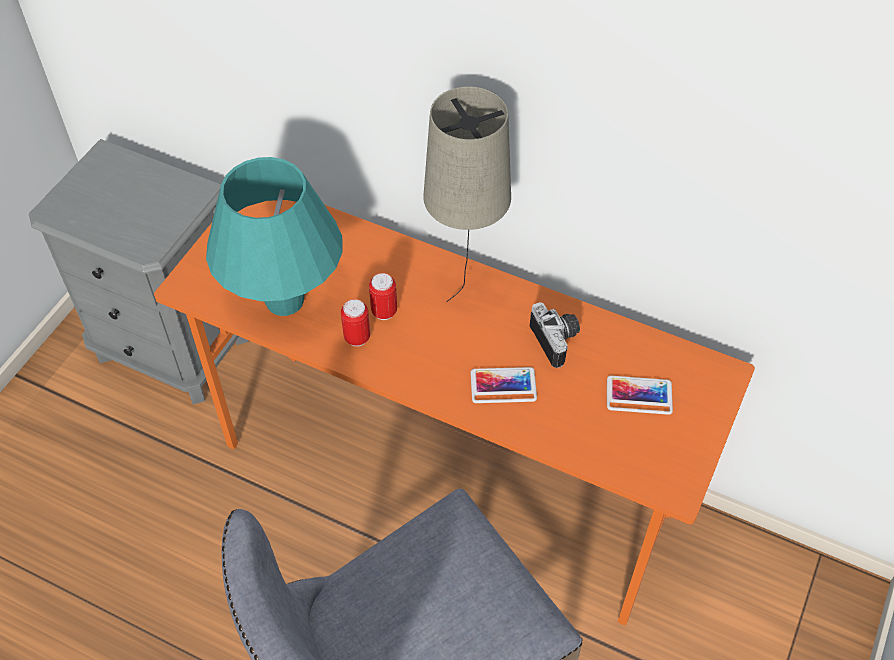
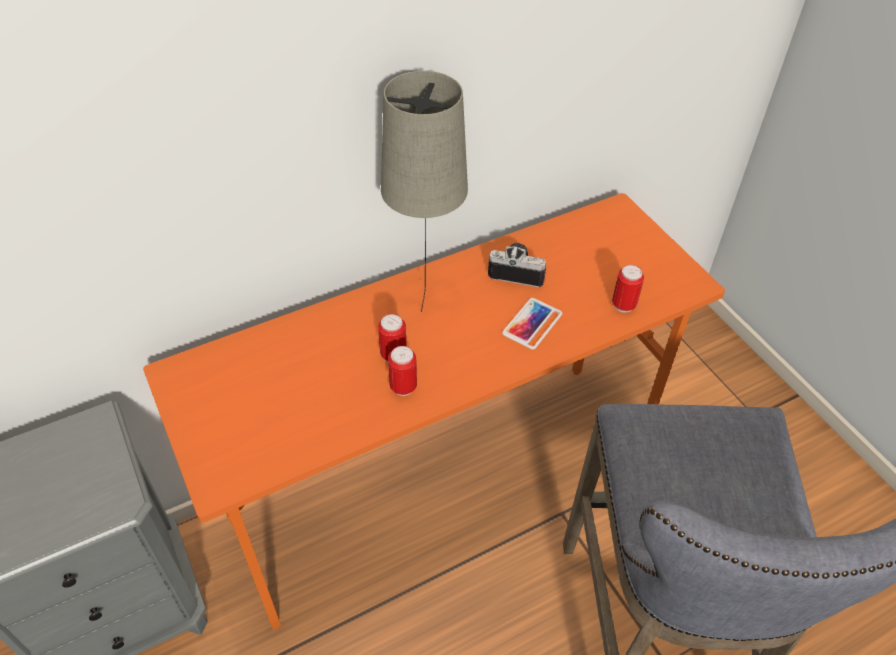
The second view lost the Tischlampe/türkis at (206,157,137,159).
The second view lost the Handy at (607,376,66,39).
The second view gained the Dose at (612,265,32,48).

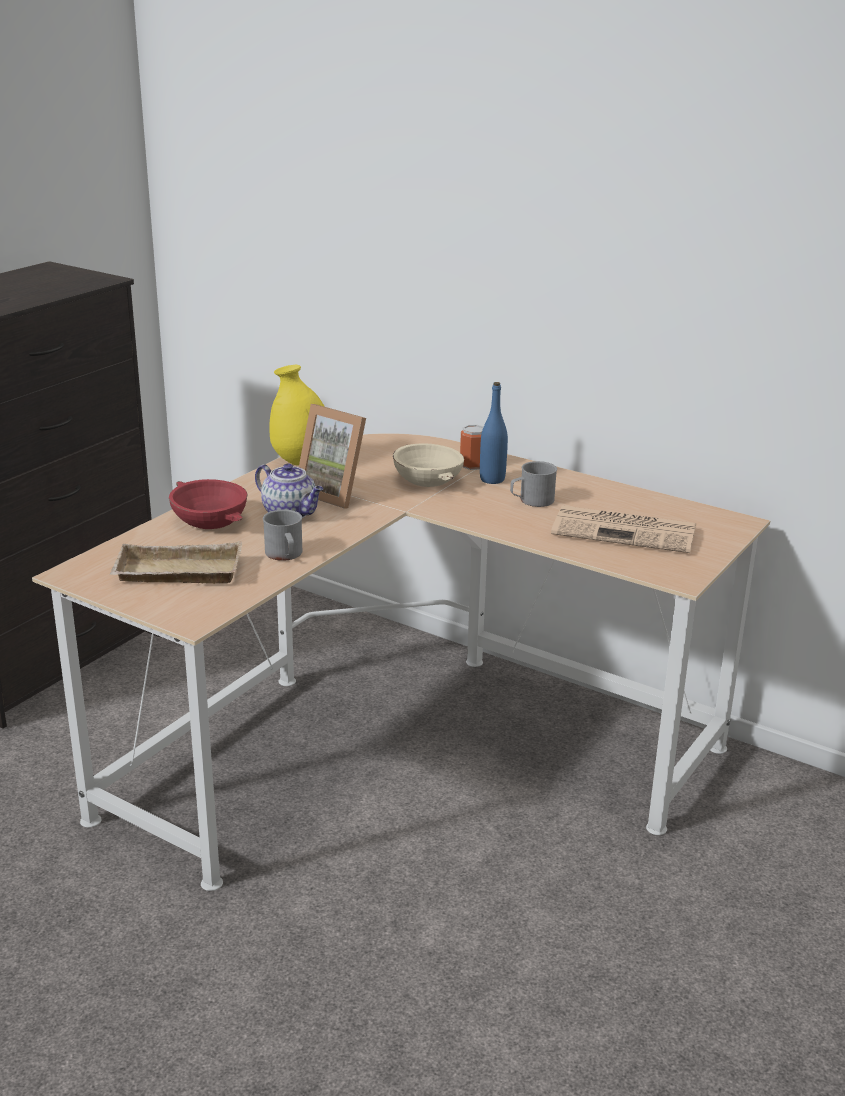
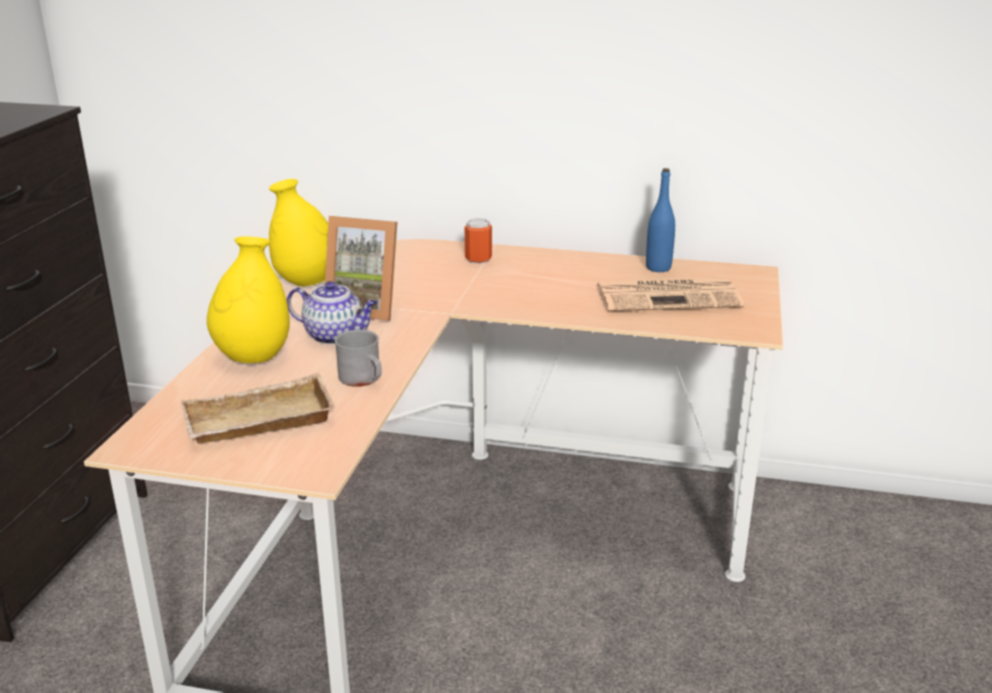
The Flasche/blau ended up elsewhere, having gone from (480,382,28,102) to (646,168,29,104).
The second view lost the Schüssel/beige at (393,444,71,43).
The second view lost the Henkelbecher/grau at (510,461,47,46).
Where the Schüssel/rot stood at (169,479,78,50), the Vase/gelb came to stand at (207,236,83,127).

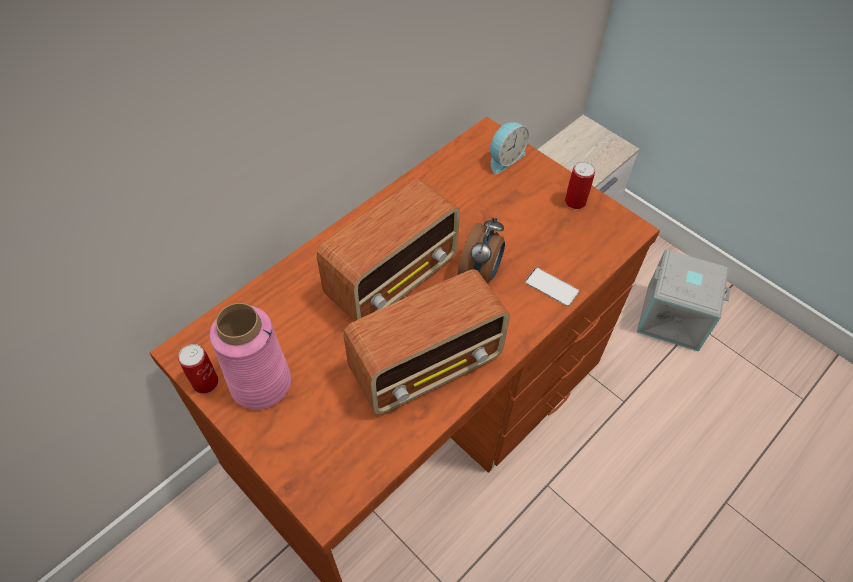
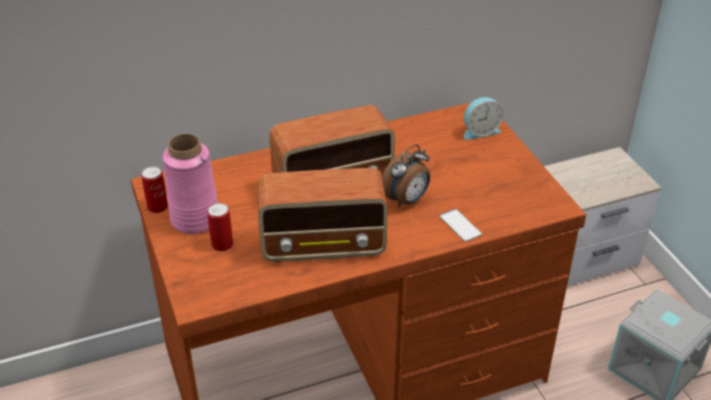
The Dose ended up elsewhere, having gone from (565,162,30,47) to (207,203,26,48).

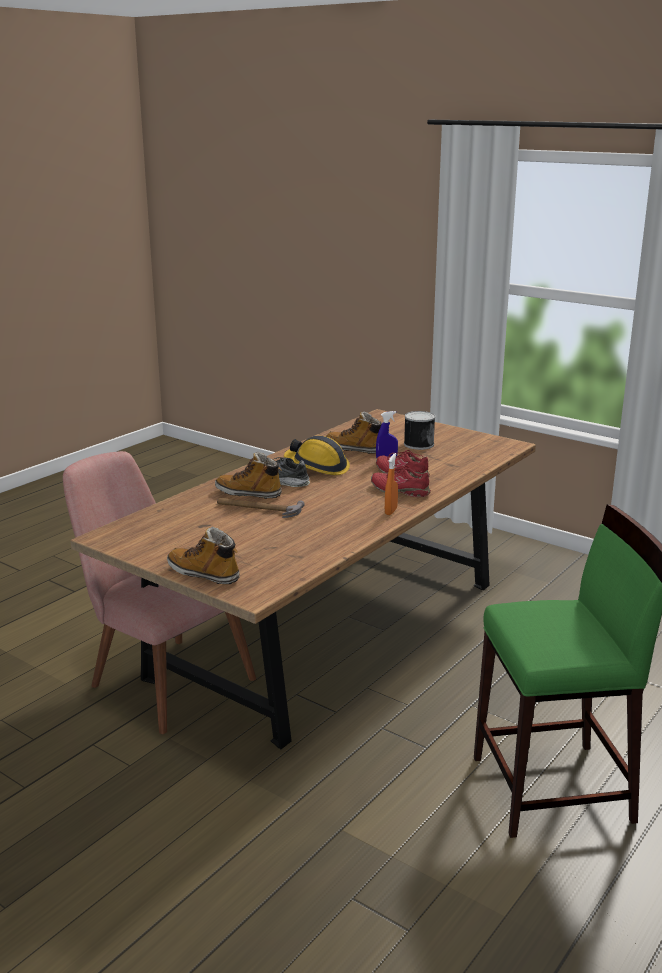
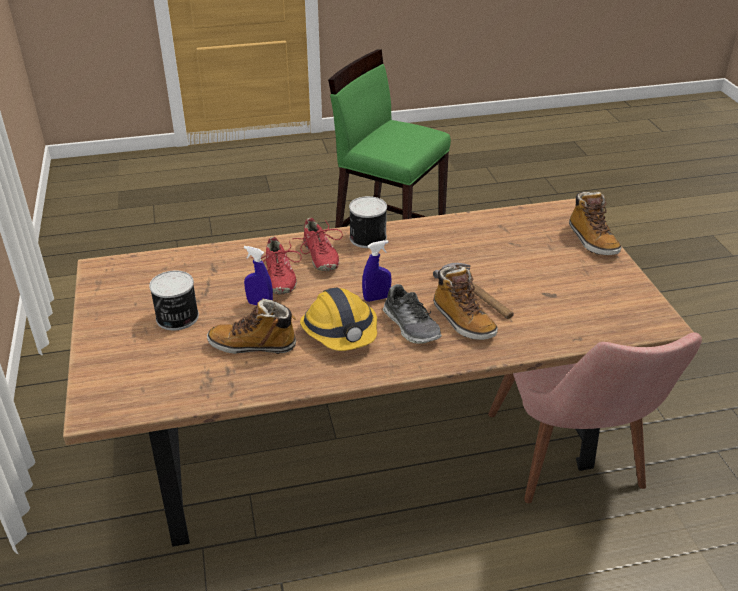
The Stiefel at (326,411,56,43) ended up facing another way, 120 degrees clockwise from before.
Where the Sprühflasche/orange stood at (385,453,13,62), the Dose came to stand at (349,196,38,52).
The second view gained the Sprühflasche/blau at (362,240,29,62).

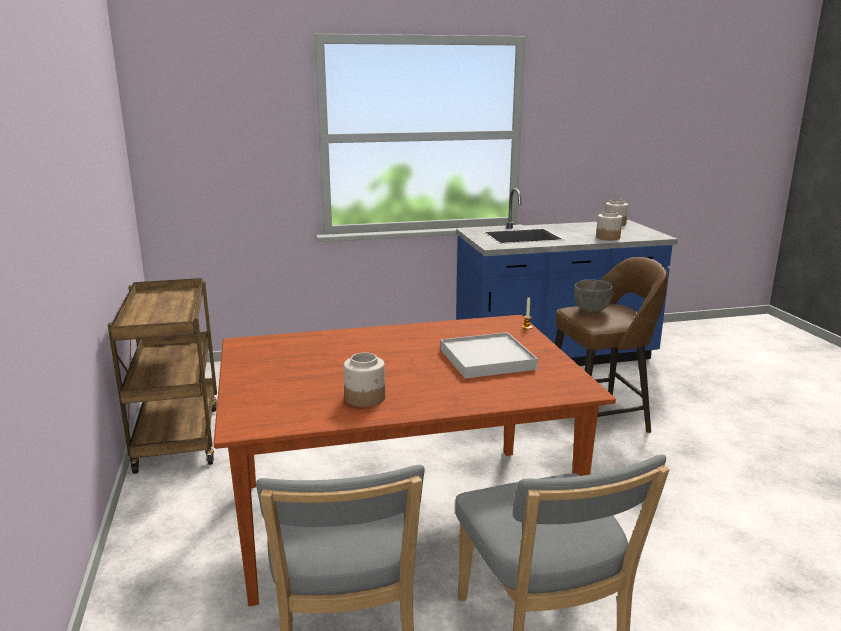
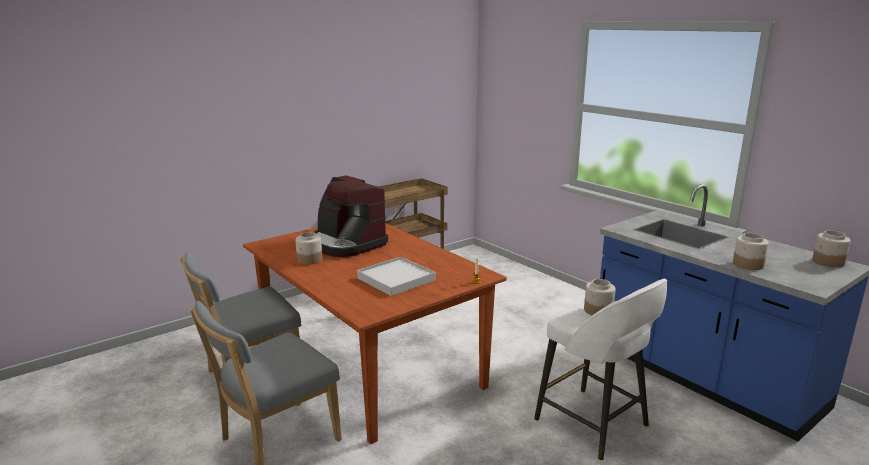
What was the Hocker/braun at (555,257,113,176) turned into the Hocker/weiß at (534,279,133,181).
Where the Schüssel/grau stood at (574,279,39,33), the Vorratsglas came to stand at (584,279,32,36).
The second view gained the Kaffeemaschine at (314,175,74,82).

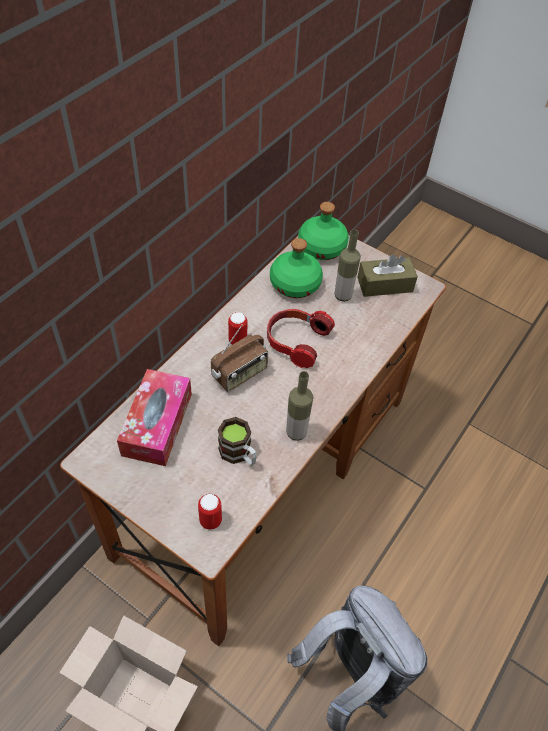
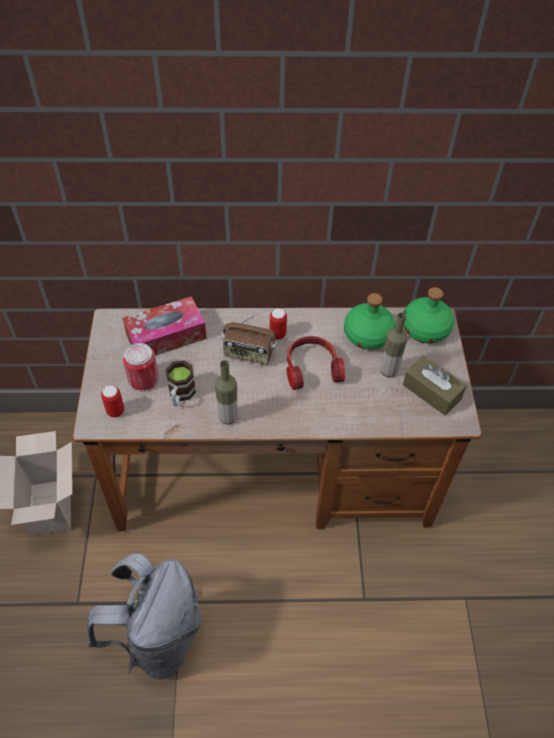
The second view gained the Dose at (123,343,36,49).

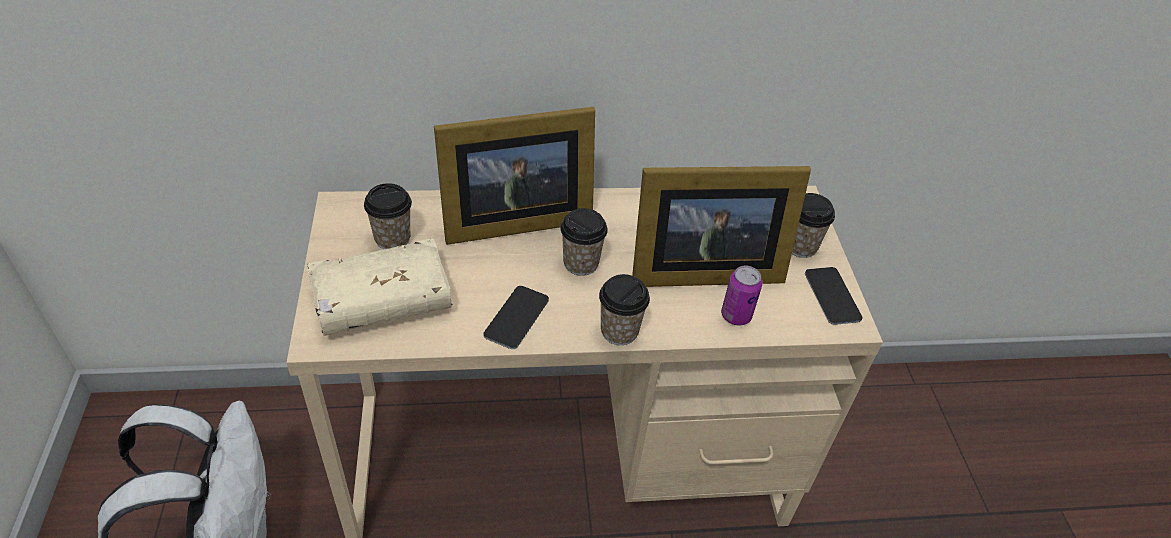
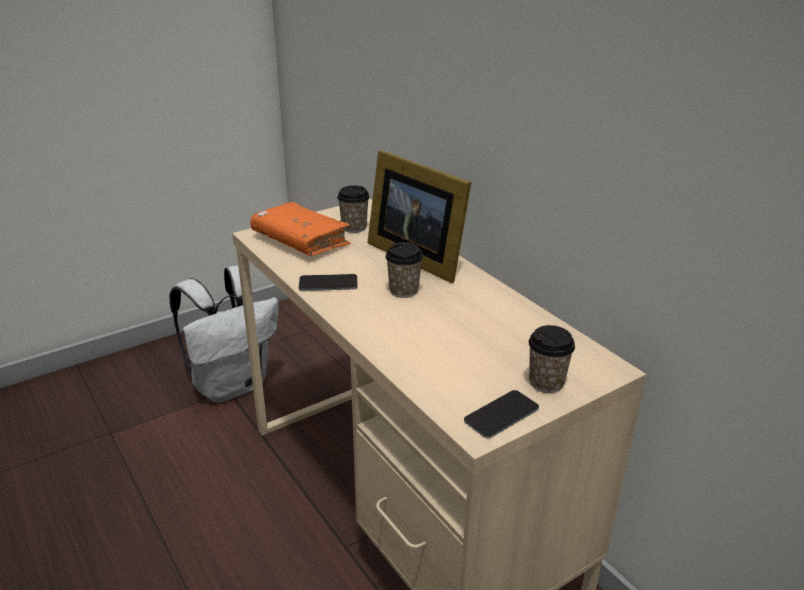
The second view lost the Bilderrahmen at (632,166,179,121).
What was the Buch/beige at (307,238,146,98) turned into the Buch/orange at (250,202,100,54).
The second view lost the Dose at (721,266,42,59).
The second view lost the Tasse at (599,274,51,71).

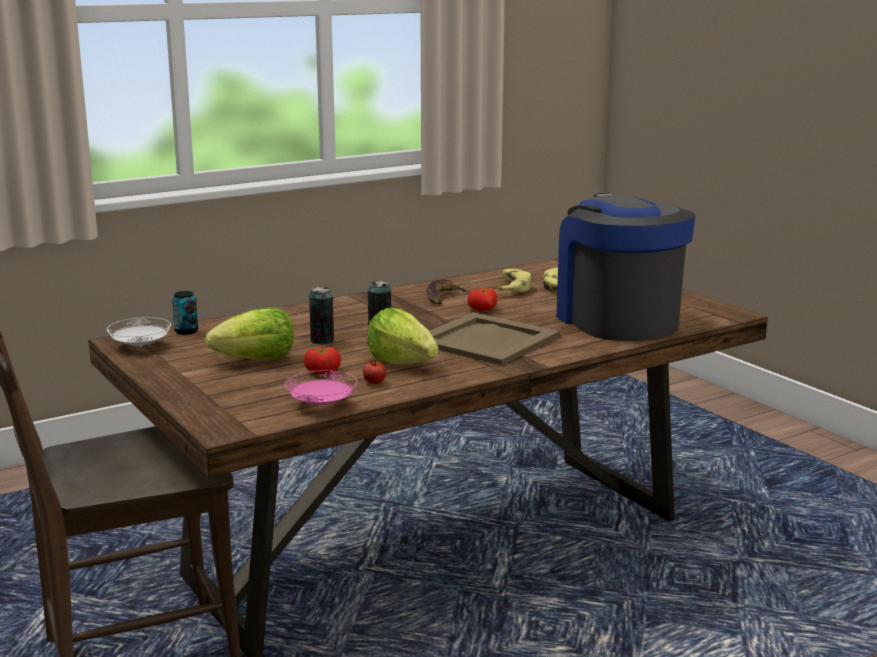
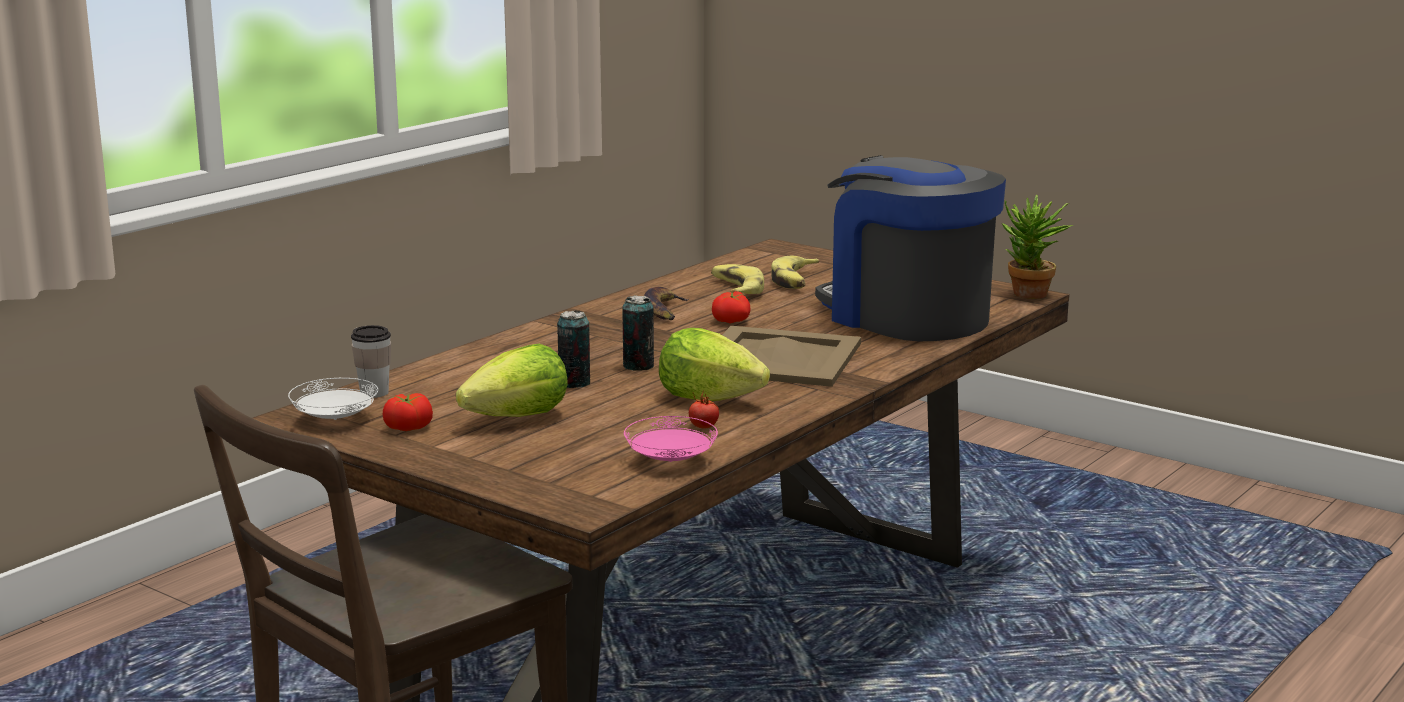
Where the Dose stood at (172,291,26,44), the Tasse came to stand at (351,325,40,73).
The Tomate ended up elsewhere, having gone from (304,347,37,27) to (383,393,50,38).
The second view gained the Topfpflanze at (1002,195,71,104).

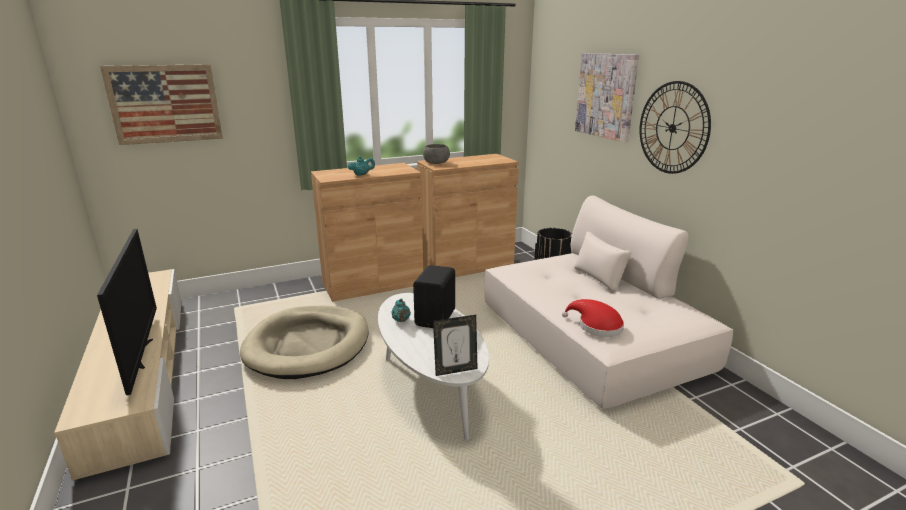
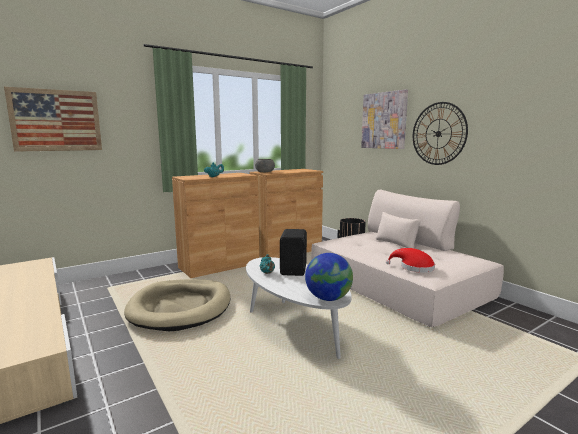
The second view lost the Fernseher at (97,229,60,166).
Where the Bilderrahmen stood at (433,315,45,61), the Globus came to stand at (305,253,48,48).

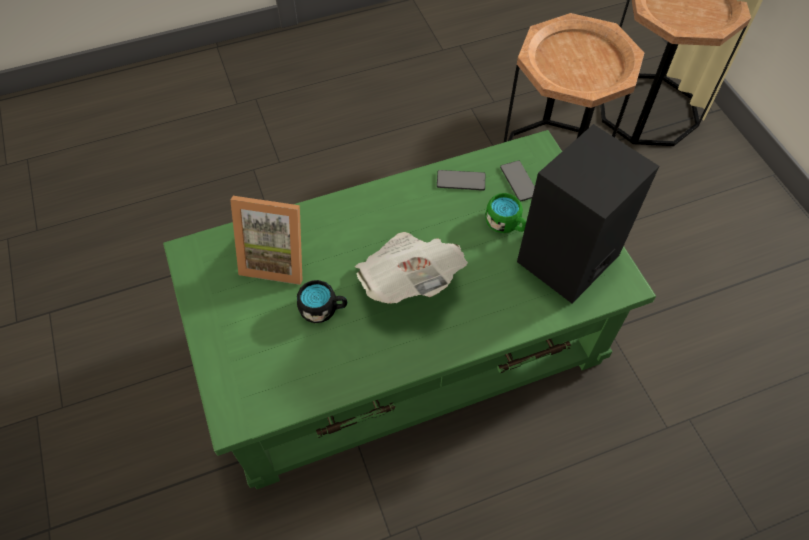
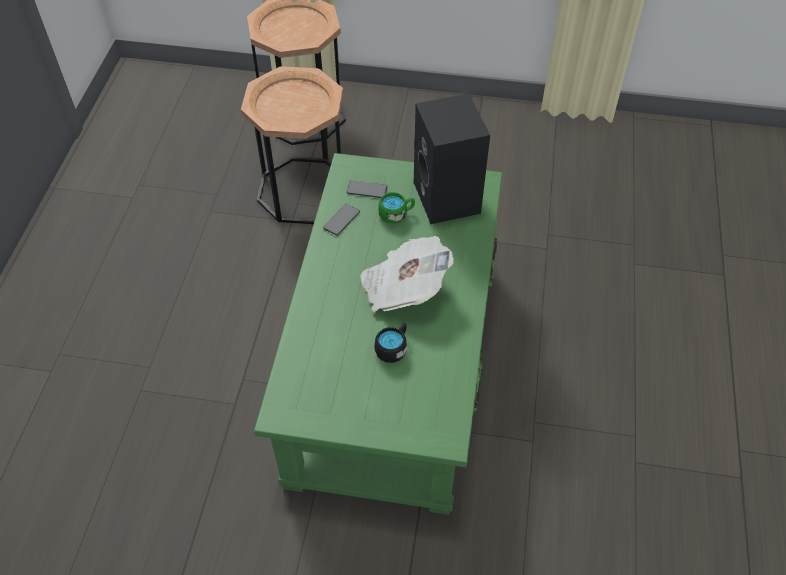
The second view lost the Bilderrahmen at (230,196,73,89).

